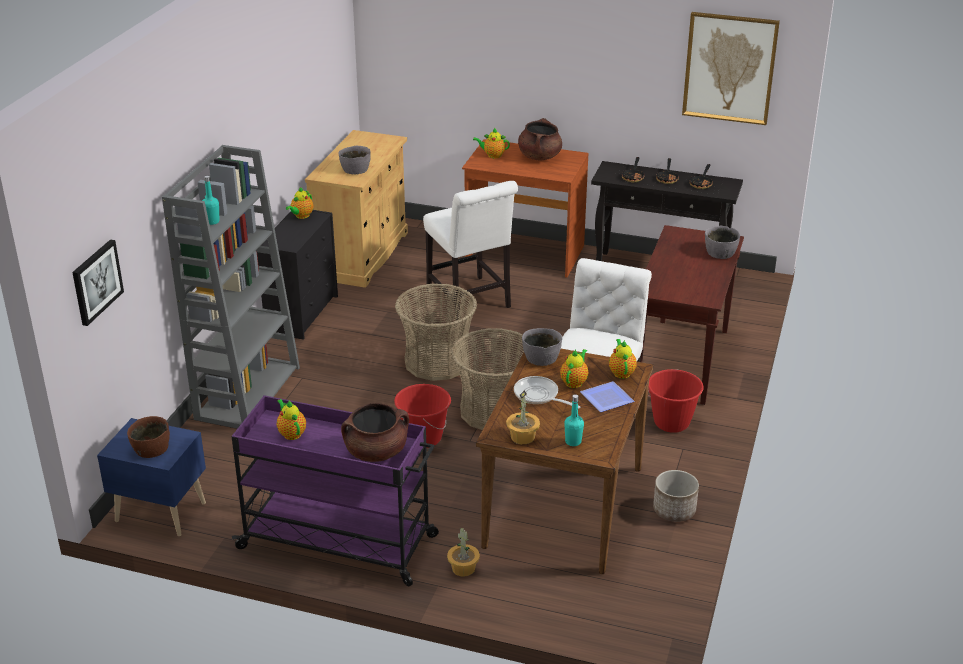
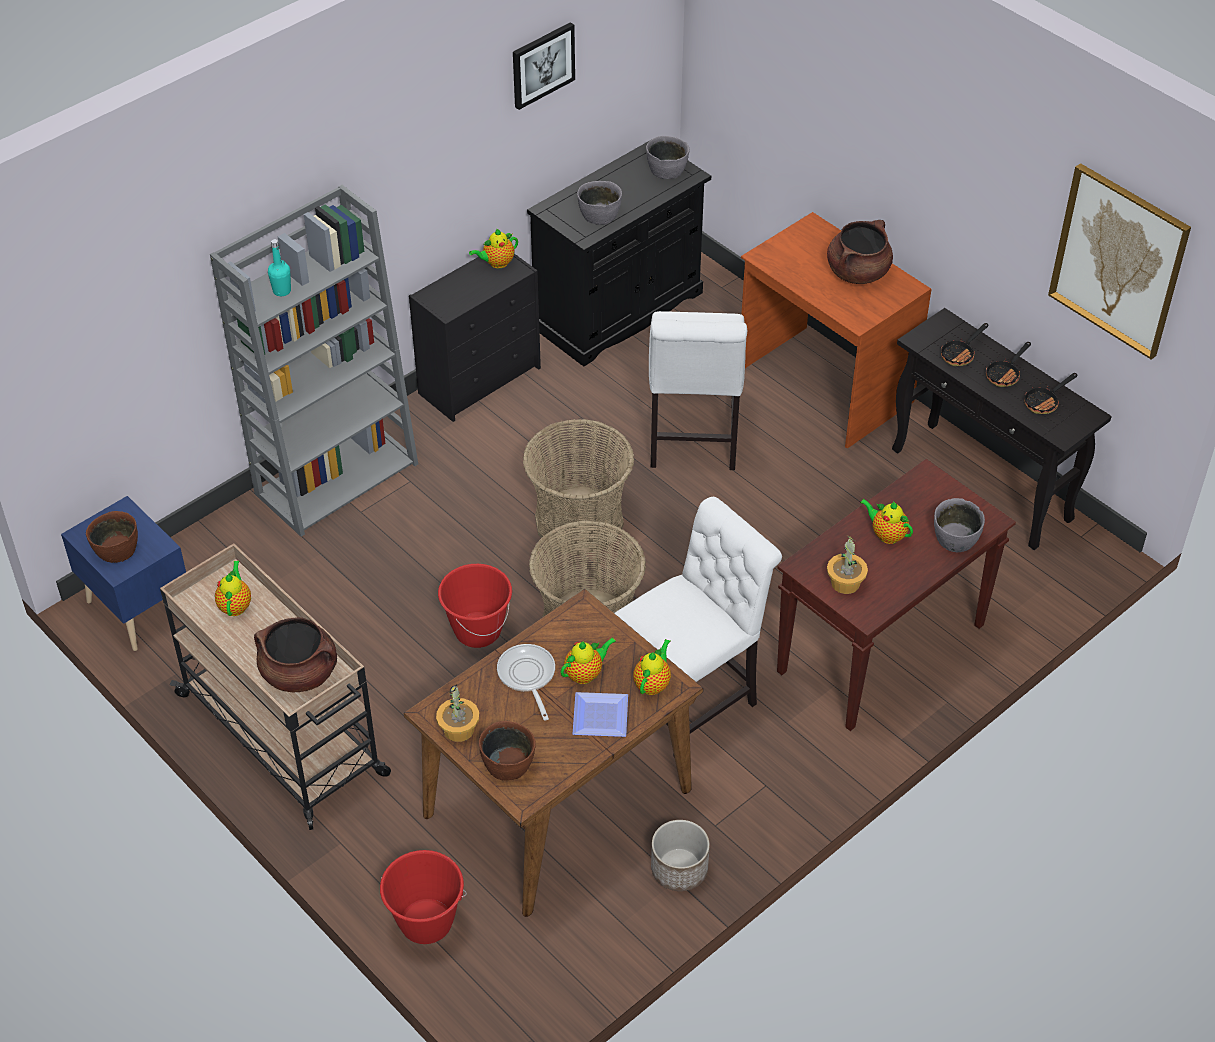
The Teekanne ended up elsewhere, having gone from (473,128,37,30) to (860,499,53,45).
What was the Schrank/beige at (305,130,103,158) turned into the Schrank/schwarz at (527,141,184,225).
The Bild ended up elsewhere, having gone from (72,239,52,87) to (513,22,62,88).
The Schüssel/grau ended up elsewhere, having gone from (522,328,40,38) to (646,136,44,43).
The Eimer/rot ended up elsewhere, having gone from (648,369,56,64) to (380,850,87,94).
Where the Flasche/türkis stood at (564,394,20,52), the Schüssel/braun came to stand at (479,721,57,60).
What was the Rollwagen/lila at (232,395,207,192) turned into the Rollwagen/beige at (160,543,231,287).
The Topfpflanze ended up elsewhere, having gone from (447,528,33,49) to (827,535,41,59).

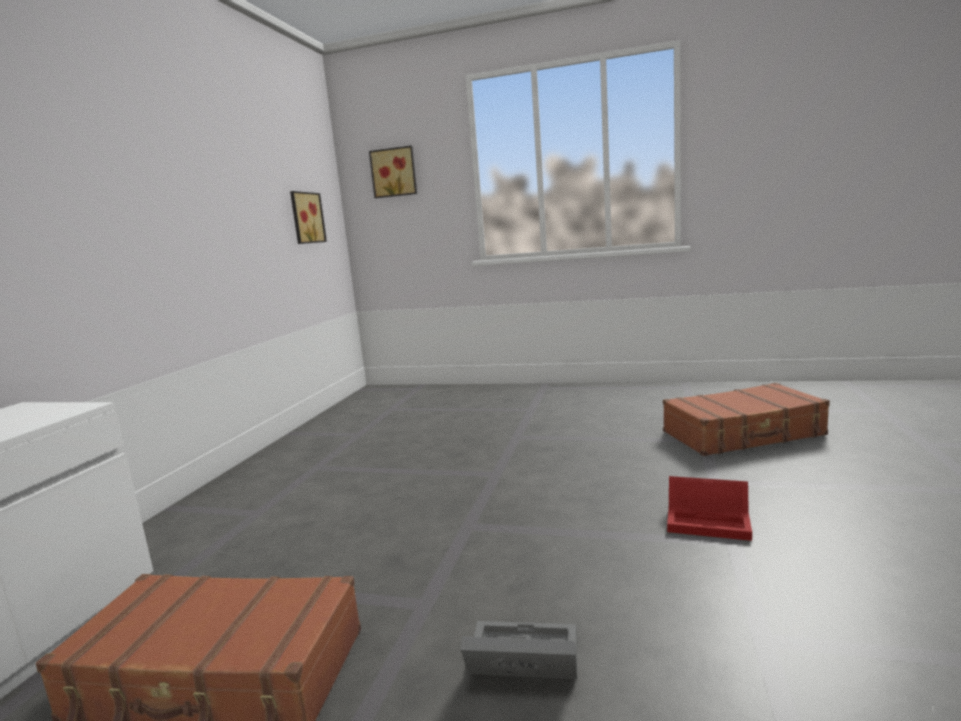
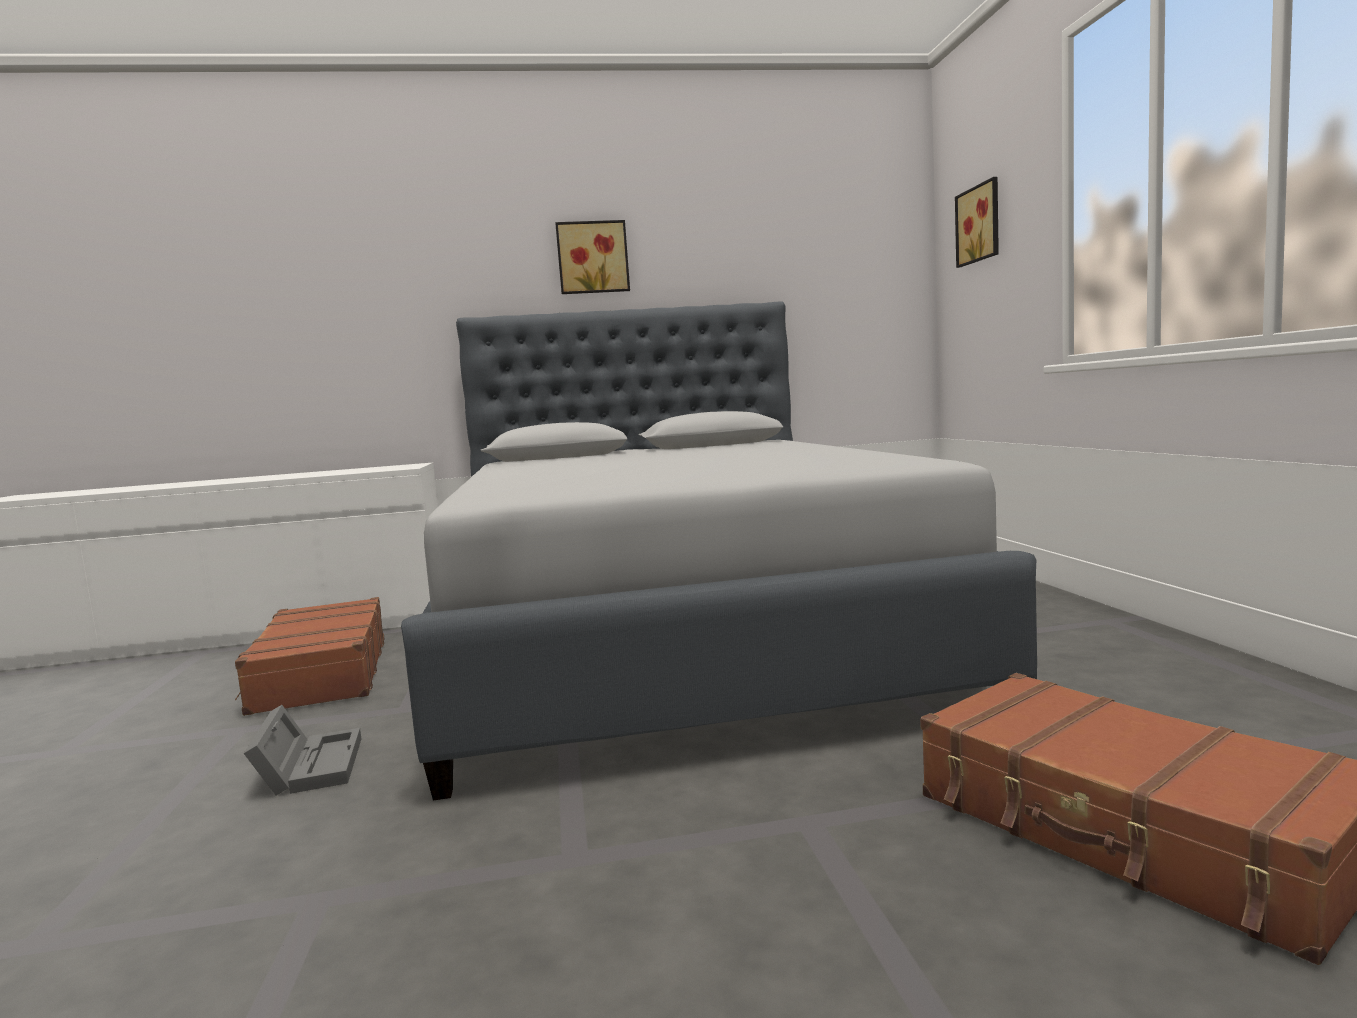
The Bild ended up elsewhere, having gone from (290,191,37,53) to (555,220,75,74).
The second view lost the Aufbewahrungsbox/rot at (667,476,85,65).
The second view gained the Bett/grau at (401,301,636,499).

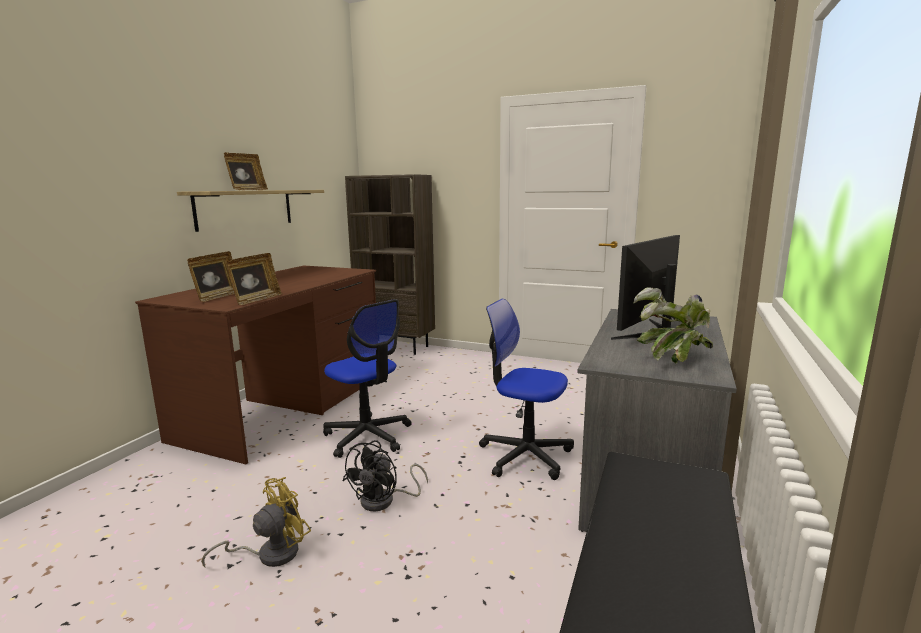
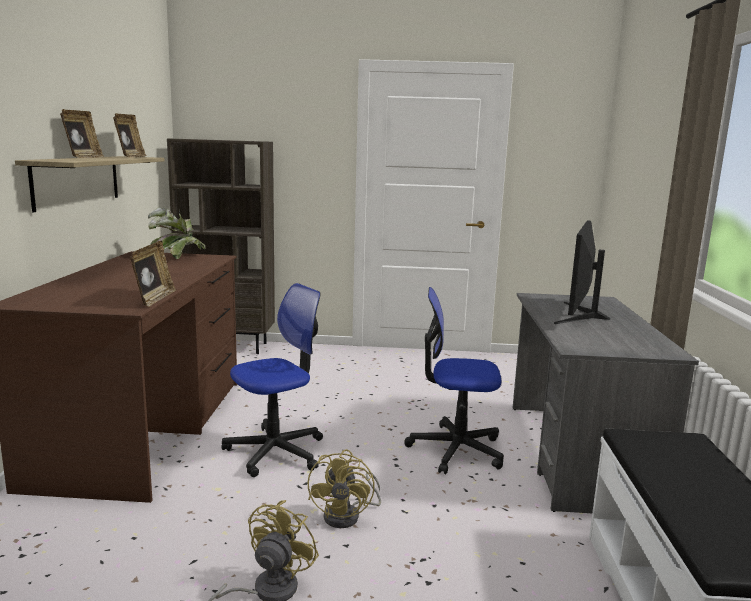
The Bilderrahmen ended up elsewhere, having gone from (187,251,47,51) to (113,113,34,44).
The Topfpflanze ended up elsewhere, having gone from (633,287,80,77) to (148,207,58,52).
The Bürostuhl at (323,299,89,159) ended up facing another way, 60 degrees counterclockwise from before.
What was the Ventilator/schwarz at (342,440,86,71) turned into the Ventilator/gelb at (308,449,73,79).

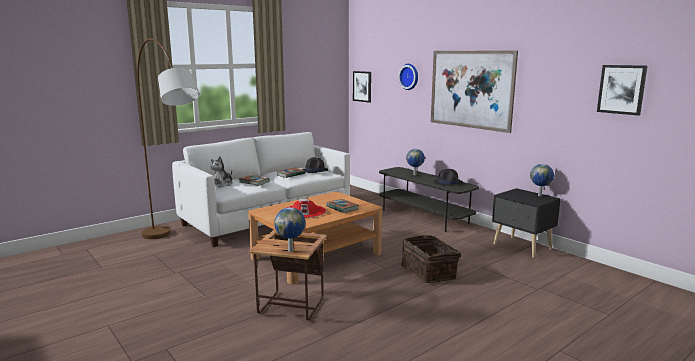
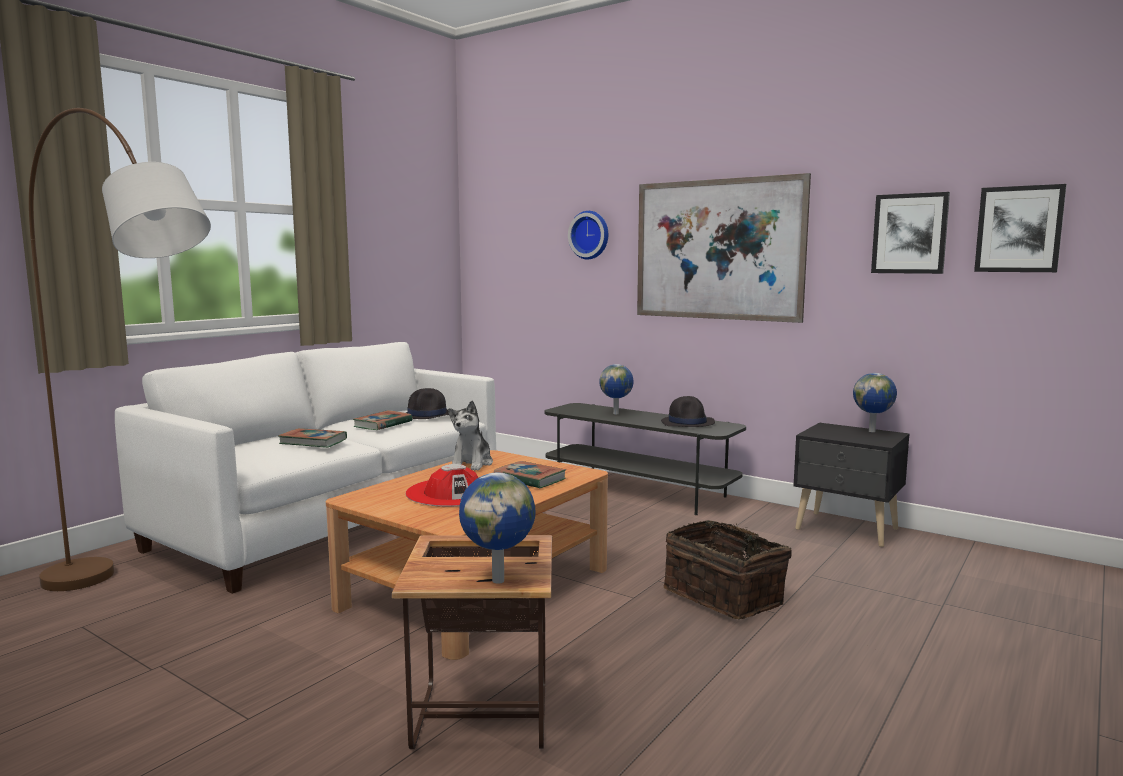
The Bild ended up elsewhere, having gone from (353,71,18,32) to (871,192,79,82).
The Plüschtier ended up elsewhere, having gone from (210,156,22,32) to (448,401,45,69).

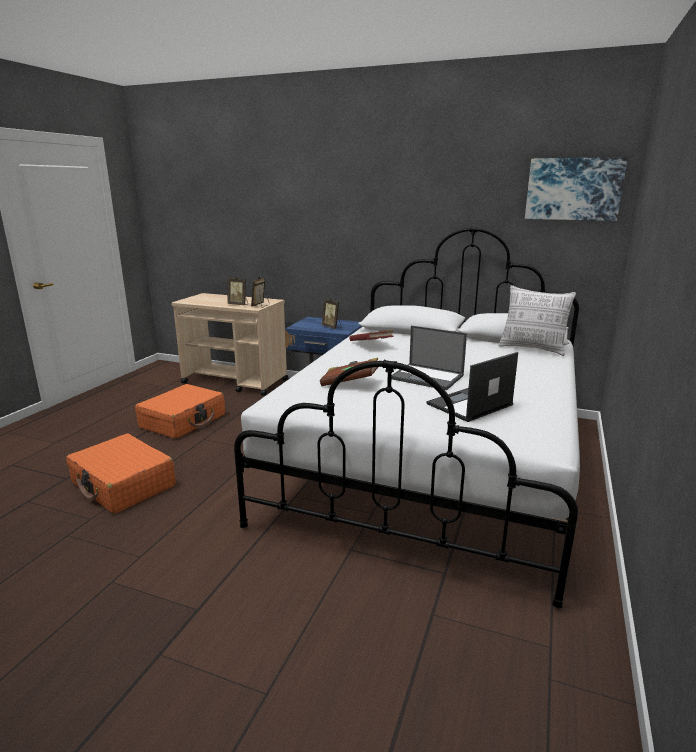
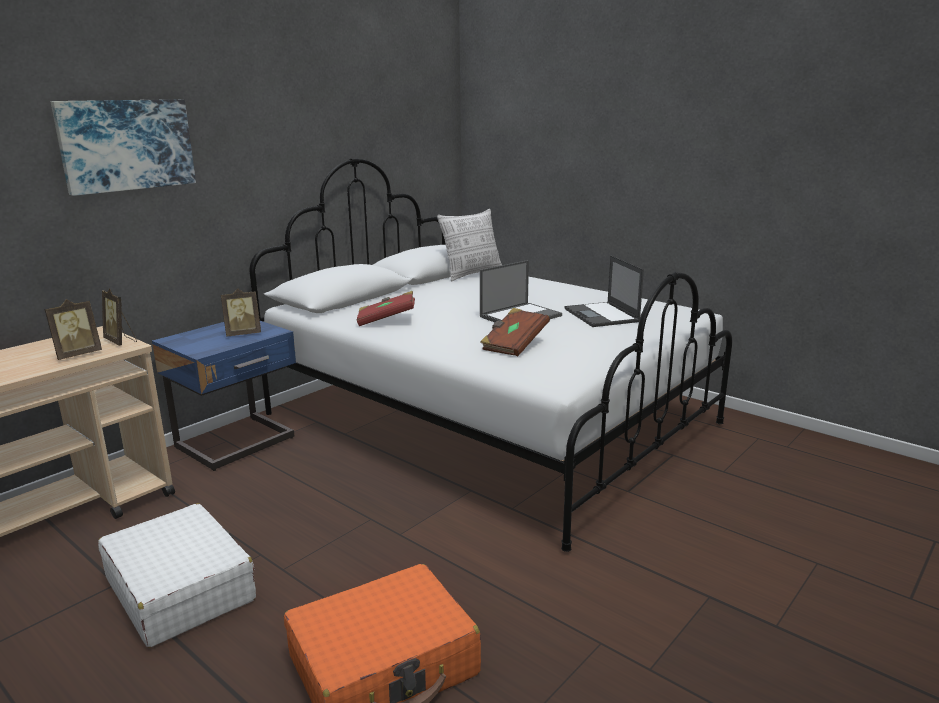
The Bild ended up elsewhere, having gone from (525,157,103,64) to (51,99,145,97).
What was the Koffer/orange at (135,384,90,55) turned into the Koffer/weiß at (98,503,158,144).

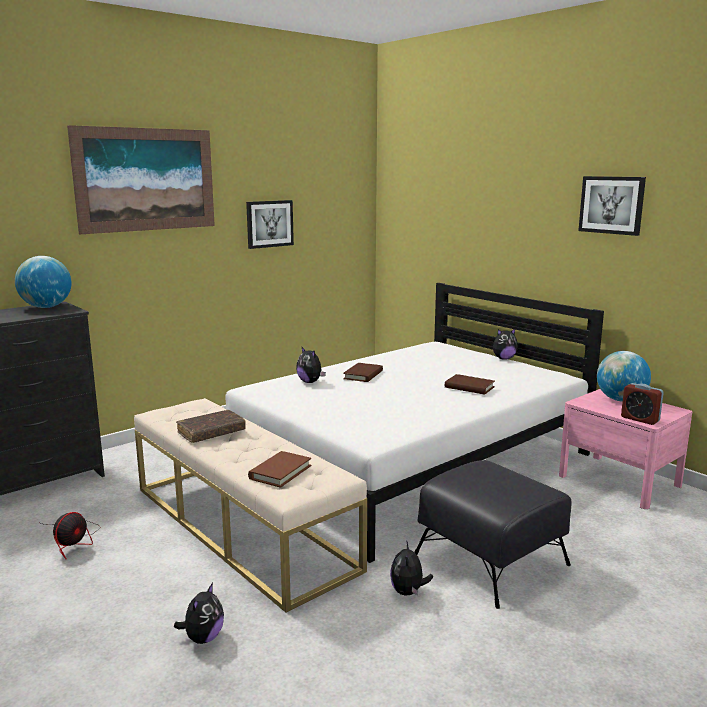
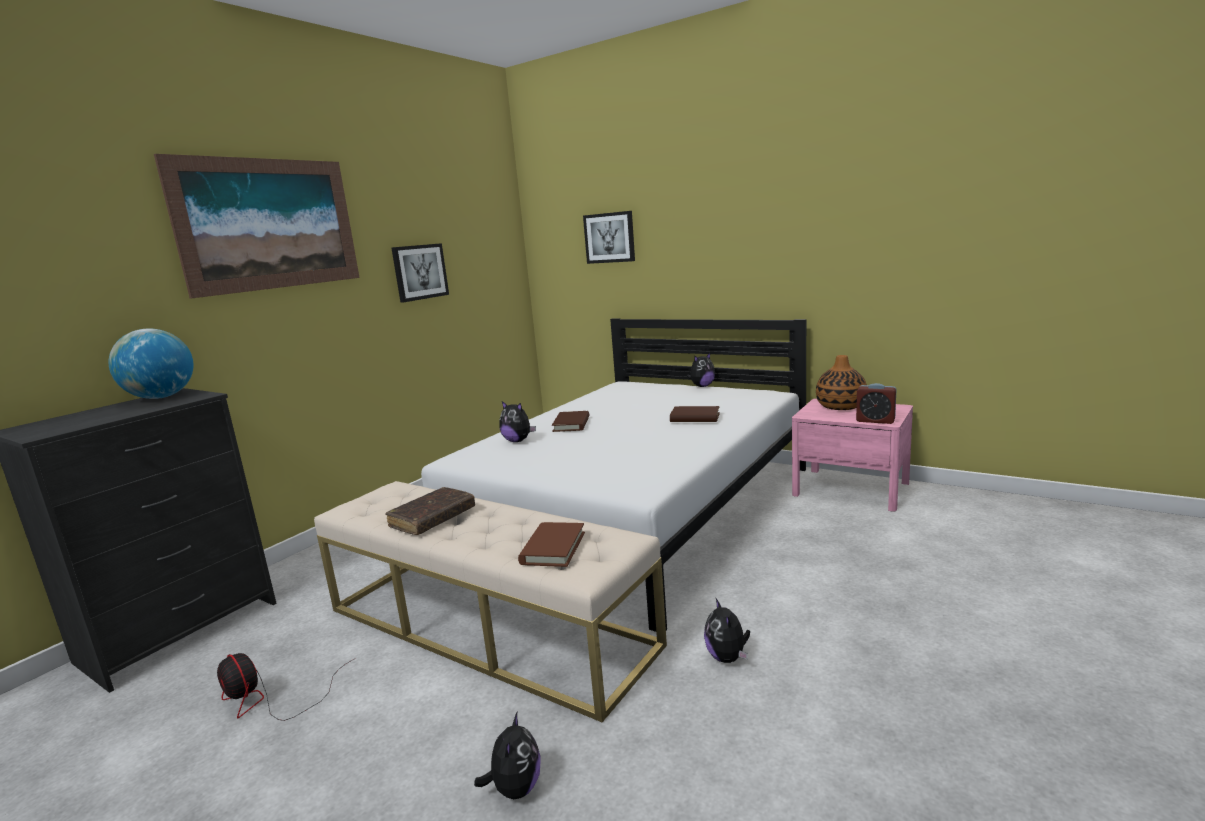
The Bild ended up elsewhere, having gone from (578,176,68,60) to (583,211,52,53).
Where the Globus stood at (597,351,54,51), the Vase came to stand at (816,355,51,55).
The second view lost the Polsterhocker/schwarz at (414,460,157,149).
The Ventilator at (38,512,63,47) ended up facing another way, 120 degrees clockwise from before.

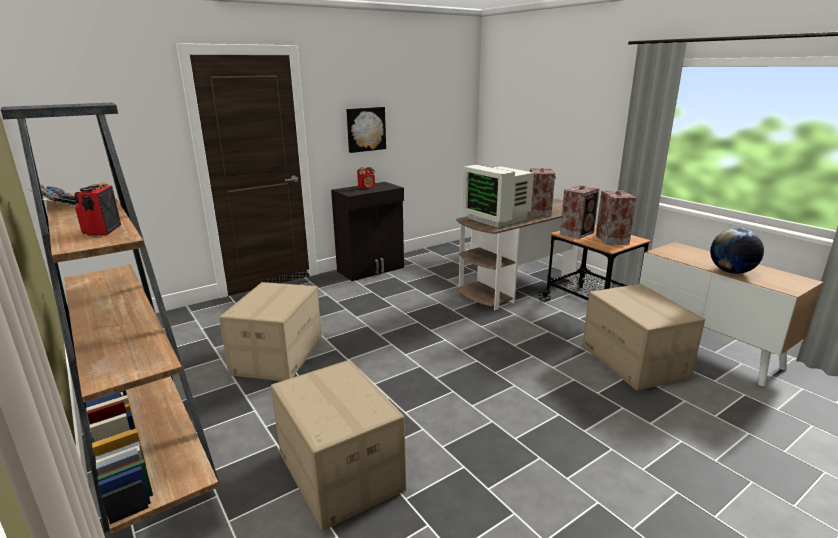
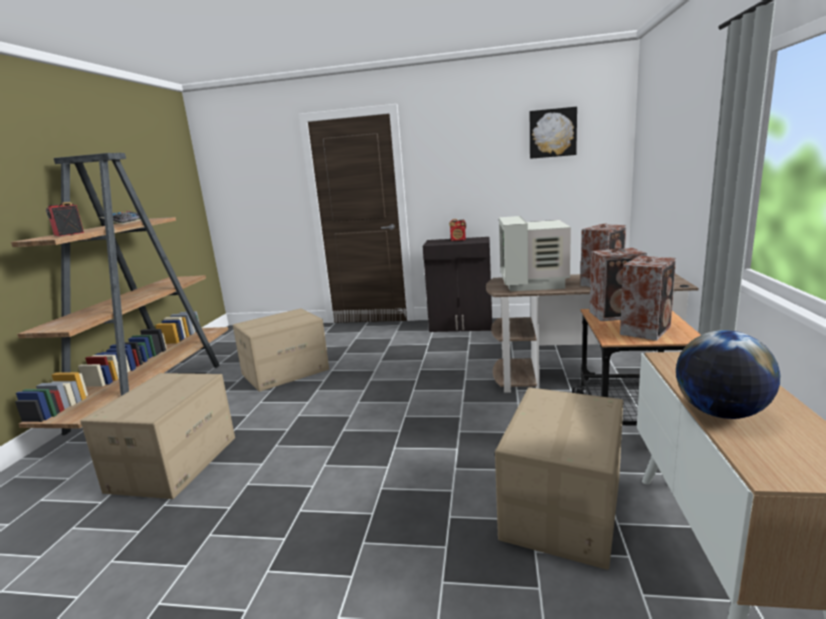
The Bild ended up elsewhere, having gone from (346,107,40,46) to (530,107,47,52).

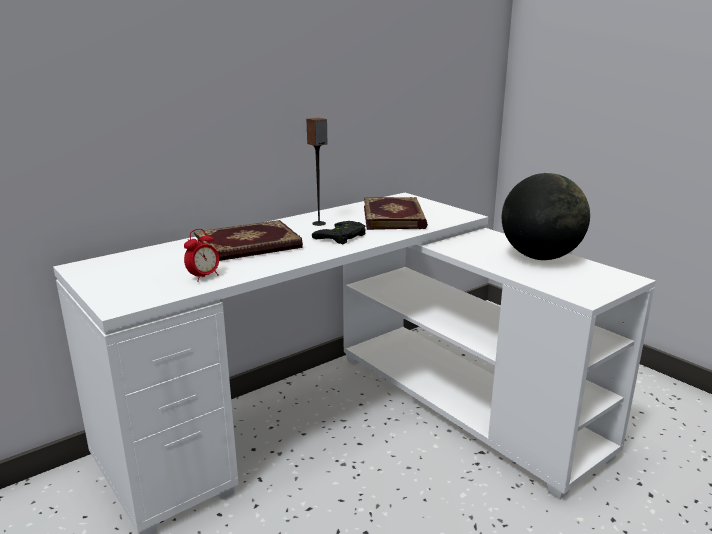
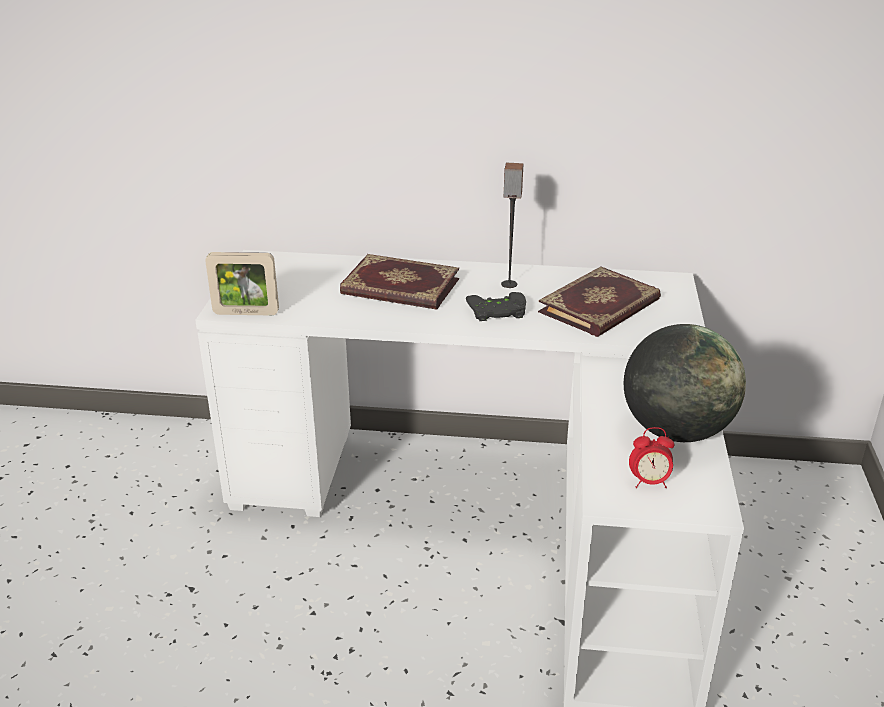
The Wecker ended up elsewhere, having gone from (184,229,35,53) to (629,427,45,61).
The second view gained the Bilderrahmen at (205,252,74,63).

